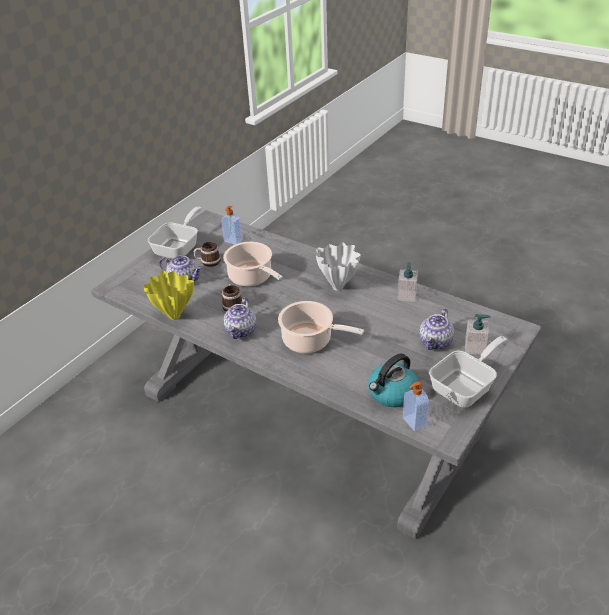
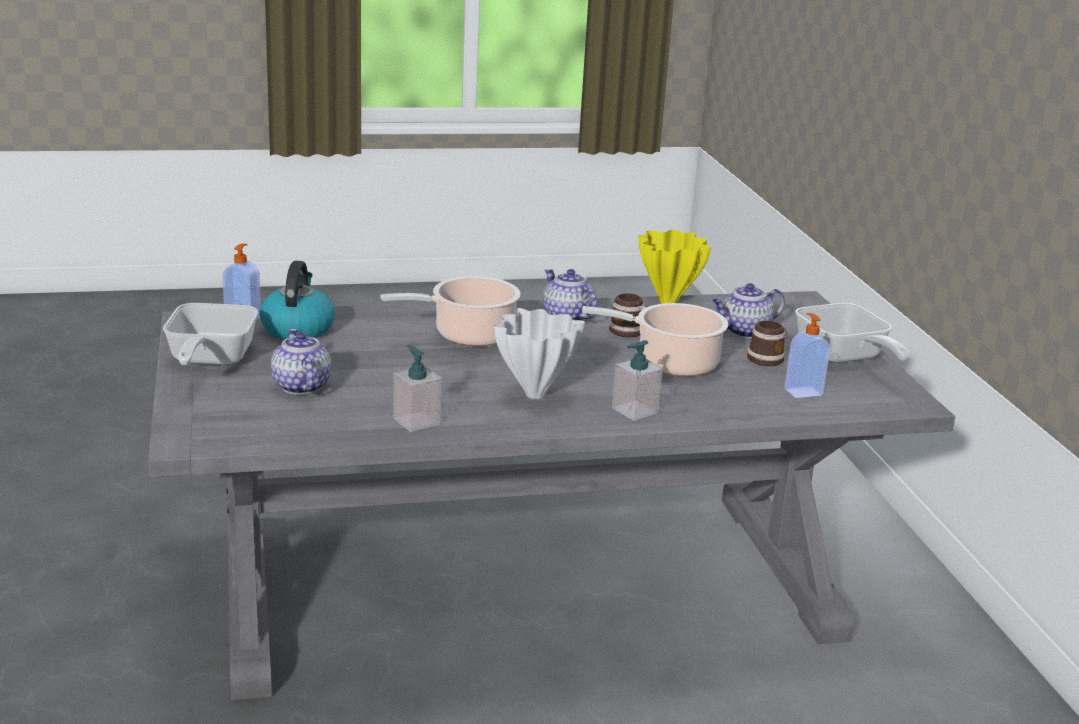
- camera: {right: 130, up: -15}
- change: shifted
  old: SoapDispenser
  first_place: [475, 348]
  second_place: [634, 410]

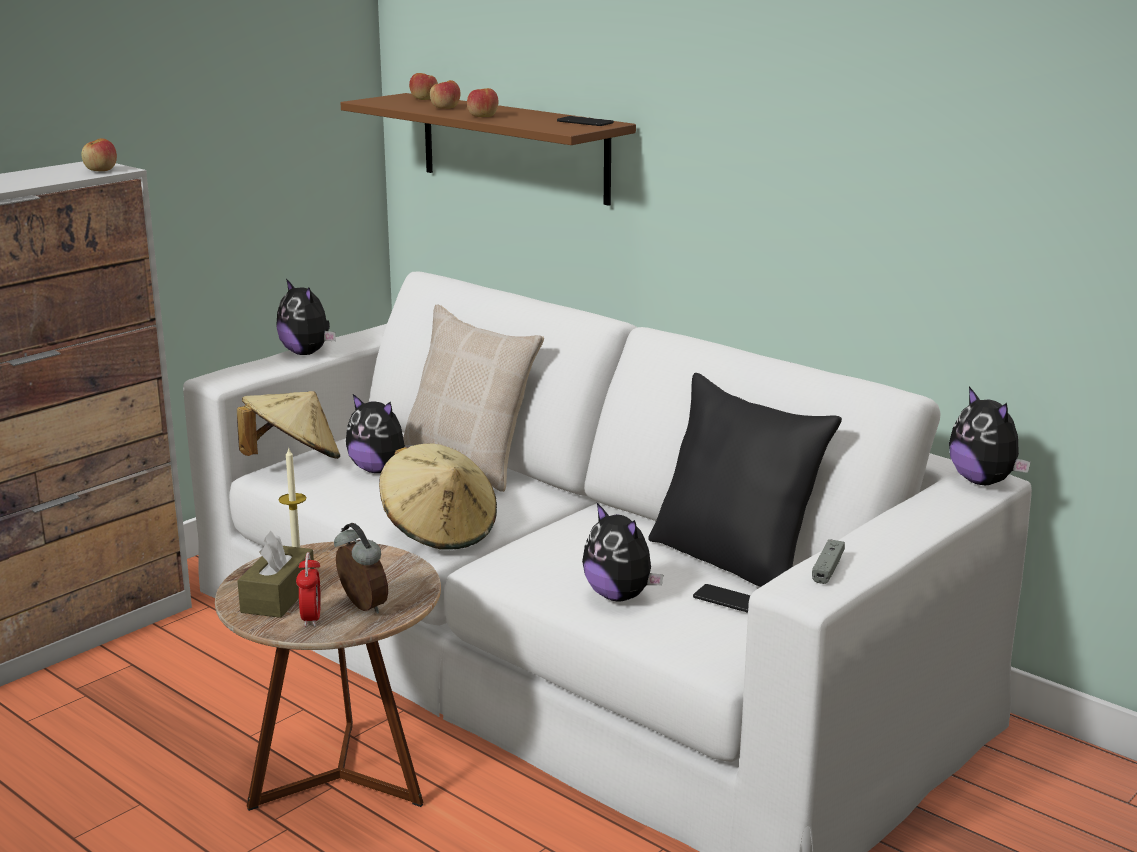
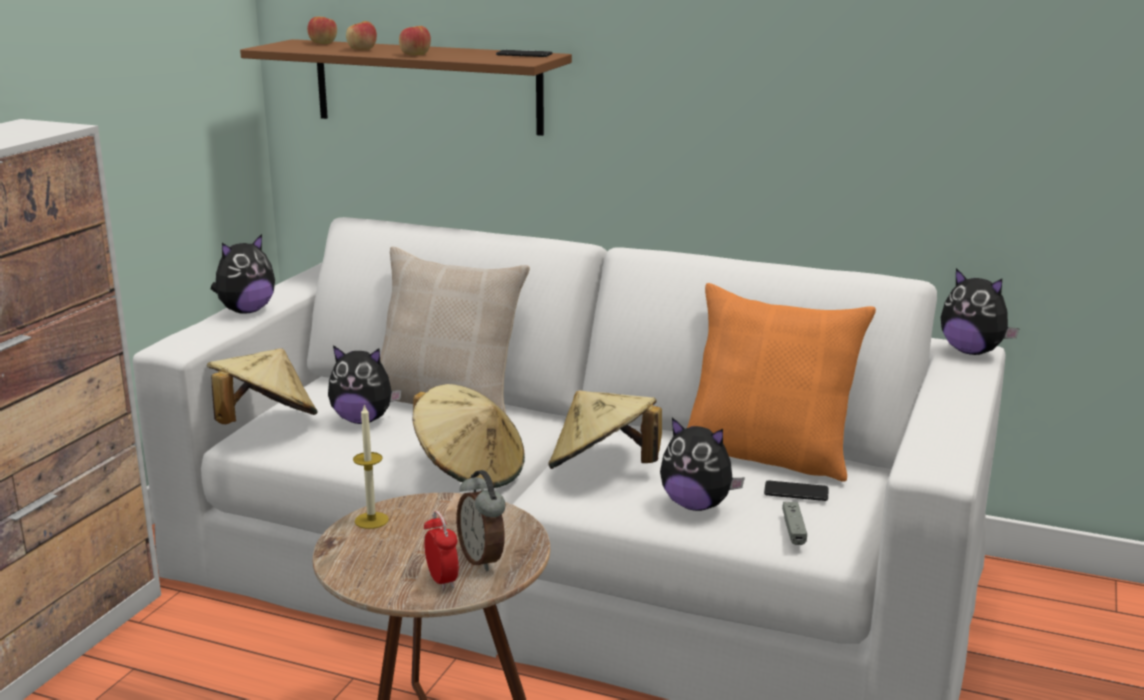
- camera: {right: -20, up: 0}
- change: gone
  old: AppleFruit
  first_place: [101, 170]
- change: rotated
  old: SoftToy
  first_place: [307, 353]
  second_place: [246, 311]
  degrees: -75
- change: repainted
  old: BlackPillow
  new: OrangeColouredPillow
  first_place: [735, 560]
  second_place: [769, 454]
- change: rotated
  old: AlarmClock
  first_place: [361, 607]
  second_place: [483, 559]
  degrees: -150
- change: gone
  old: BrownishTissueHolder
  first_place: [278, 596]
- change: shifted
  old: GreyishGamepad
  first_place: [827, 568]
  second_place: [793, 529]
- change: new
  new: BeigeColouredClothingHat
  second_place: [602, 469]

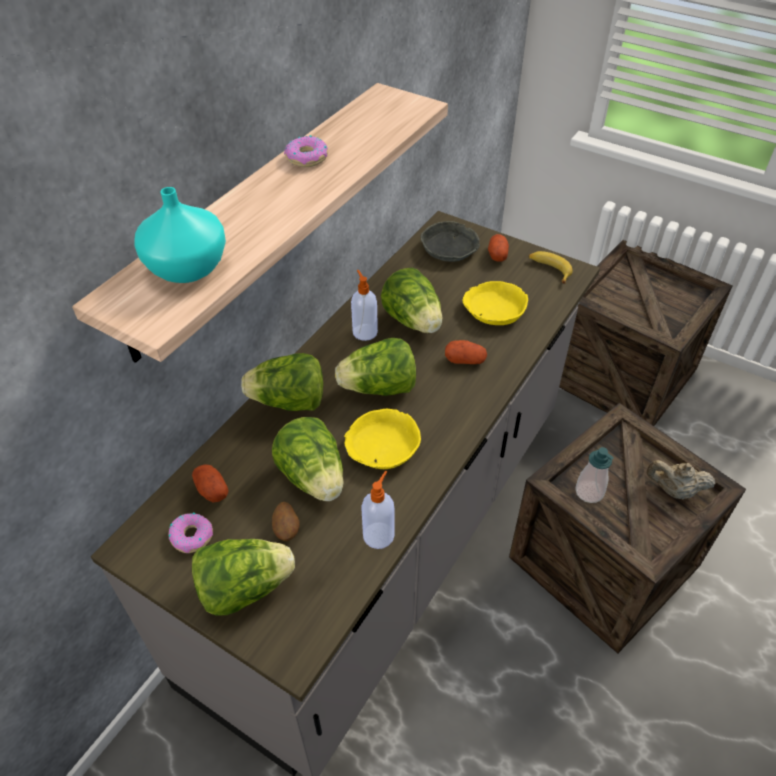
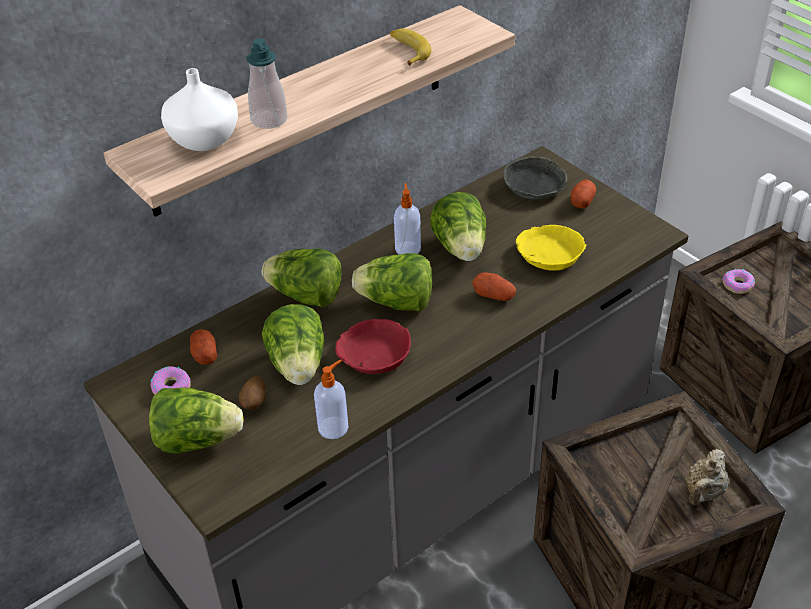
- camera: {right: 20, up: -5}
- change: shifted
  old: Doughnut
  first_place: [307, 158]
  second_place: [738, 285]
- change: repainted
  old: TurquoiseColouredDecorativeVase
  new: WhitishDecorativeVase
  first_place: [189, 268]
  second_place: [205, 140]
- change: shifted
  old: Banana
  first_place: [549, 269]
  second_place: [408, 51]
- change: repainted
  old: YellowColouredDeepDish
  new: RedColouredDeepDish
  first_place: [382, 446]
  second_place: [373, 354]
- change: shifted
  old: SoapDispenser
  first_place: [589, 492]
  second_place: [269, 120]
- change: rotated
  old: BeigeColouredTeaPot
  first_place: [674, 490]
  second_place: [703, 493]
  degrees: -90

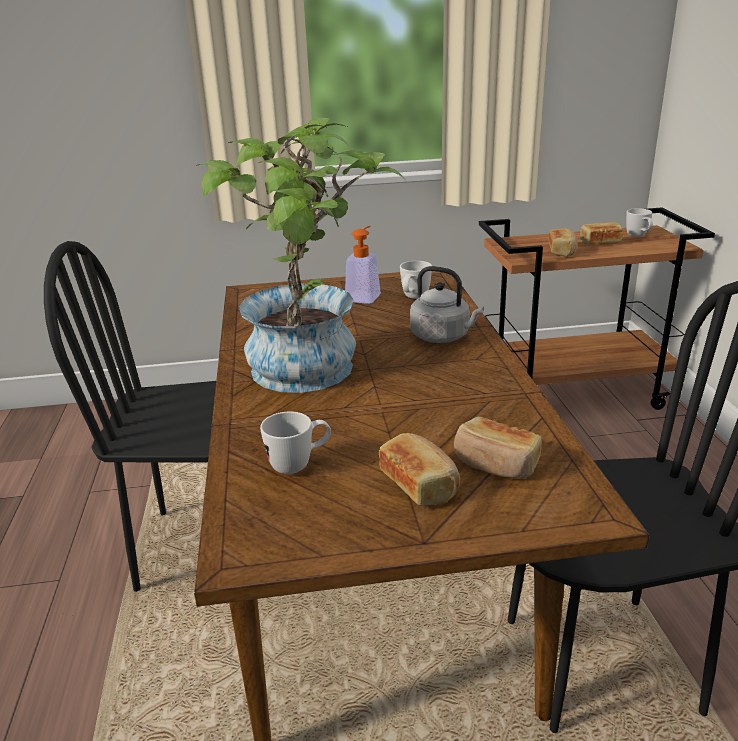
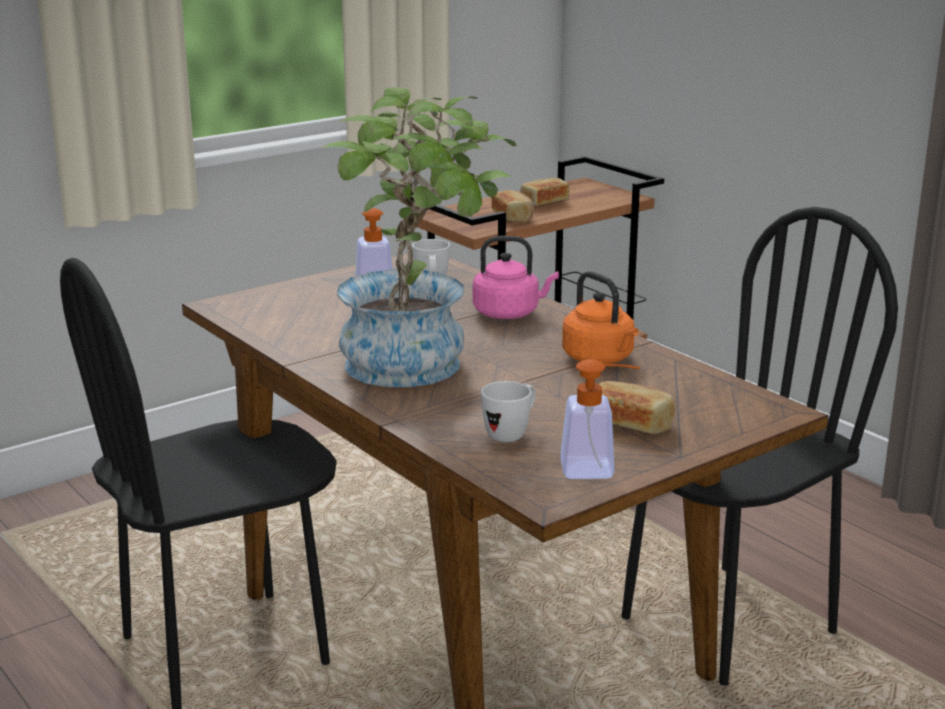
- camera: {right: -30, up: -5}
- change: gone
  old: WhitishCoffeeMug
  first_place: [638, 236]
- change: repainted
  old: GreyishTeaKettle
  new: PinkColouredTeaKettle
  first_place: [443, 337]
  second_place: [509, 313]
- change: gone
  old: Bread
  first_place: [496, 463]
- change: new
  new: OrangeColouredTeaKettle
  second_place: [600, 359]
- change: new
  new: SoapDispenser
  second_place: [598, 469]

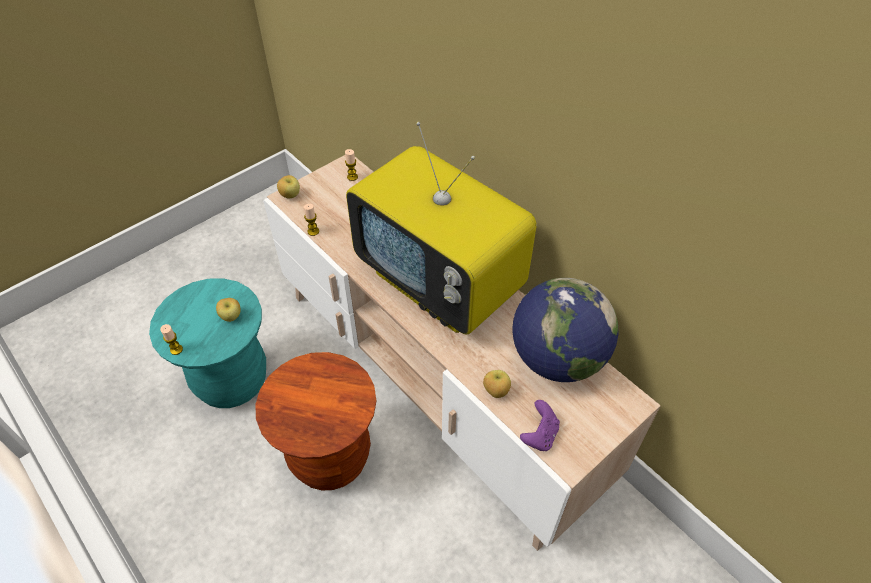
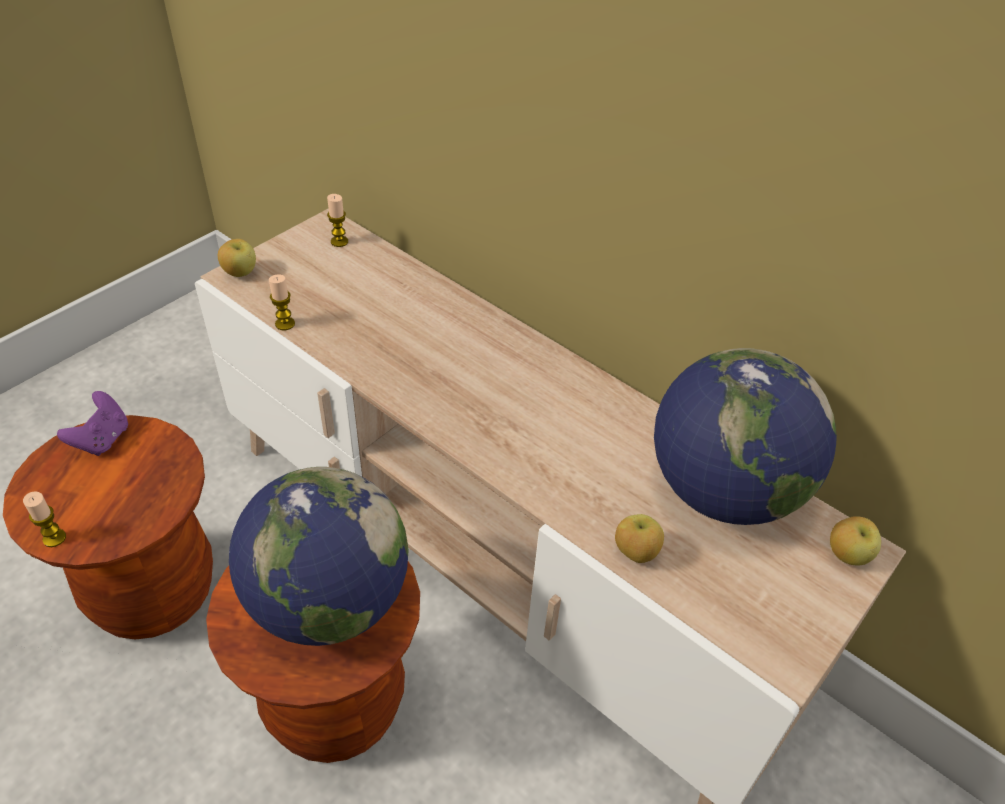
- camera: {right: -10, up: -5}
- change: gone
  old: Tv
  first_place: [442, 283]
- change: repainted
  old: TurquoiseColouredSittingStool
  new: BrownishSittingStool
  first_place: [231, 380]
  second_place: [153, 591]
- change: shifted
  old: AppleFruit
  first_place: [231, 317]
  second_place: [847, 555]
- change: shifted
  old: PurpleGamepad
  first_place: [539, 435]
  second_place: [102, 439]
- change: new
  new: DeskGlobe
  second_place: [328, 601]

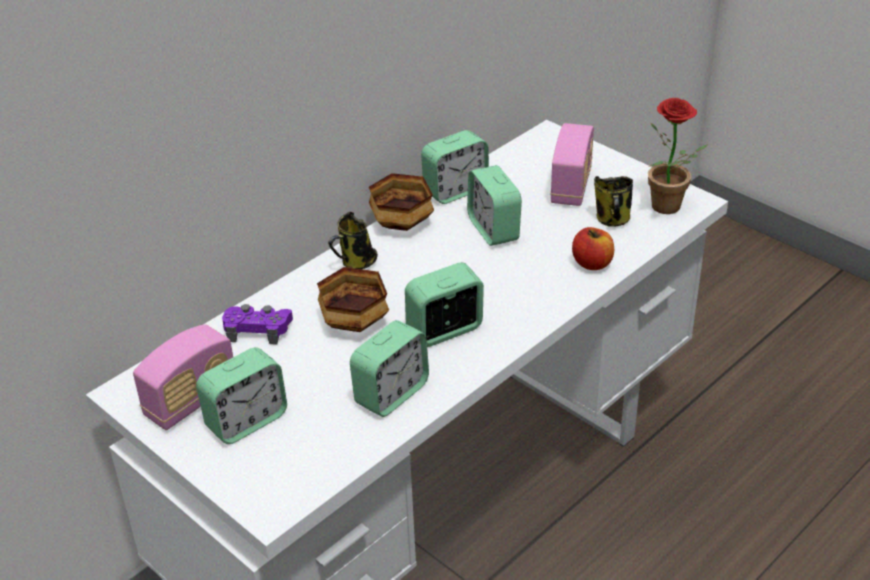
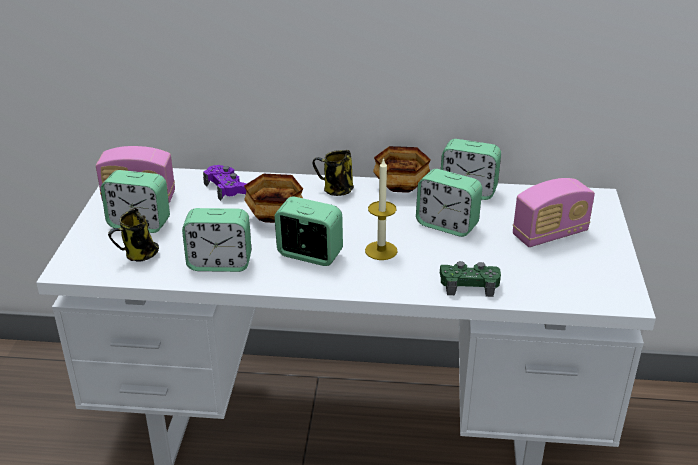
- camera: {right: 50, up: -5}
- change: gone
  old: PlantInAPot
  first_place: [668, 210]
- change: rotated
  old: AlarmClock
  first_place: [493, 229]
  second_place: [447, 225]
  degrees: -90
- change: shifted
  old: CoffeeMug
  first_place: [613, 220]
  second_place: [139, 255]
- change: swapped
  old: AppleFruit
  new: GreenishGamepad
  first_place: [592, 263]
  second_place: [469, 284]
- change: new
  new: WaxLight
  second_place: [381, 250]

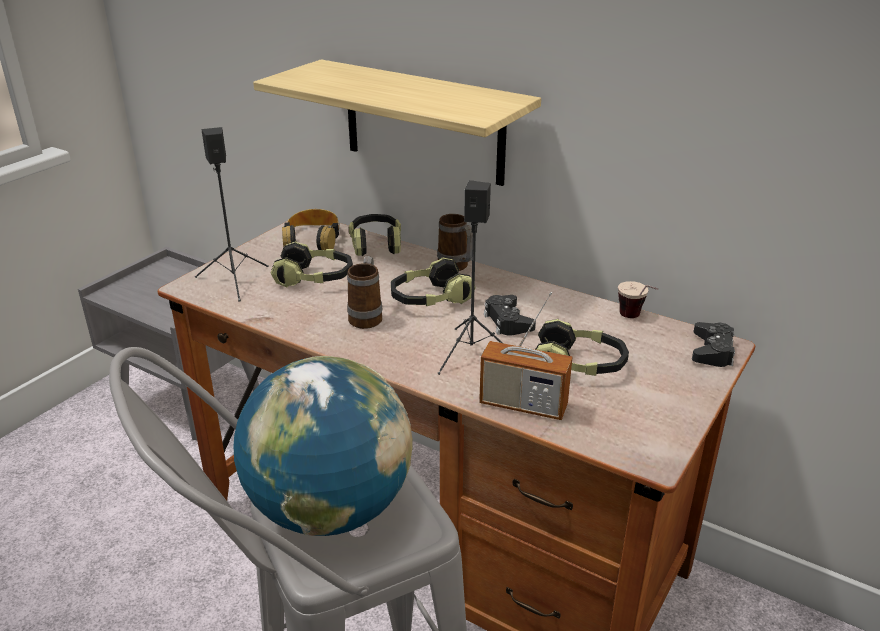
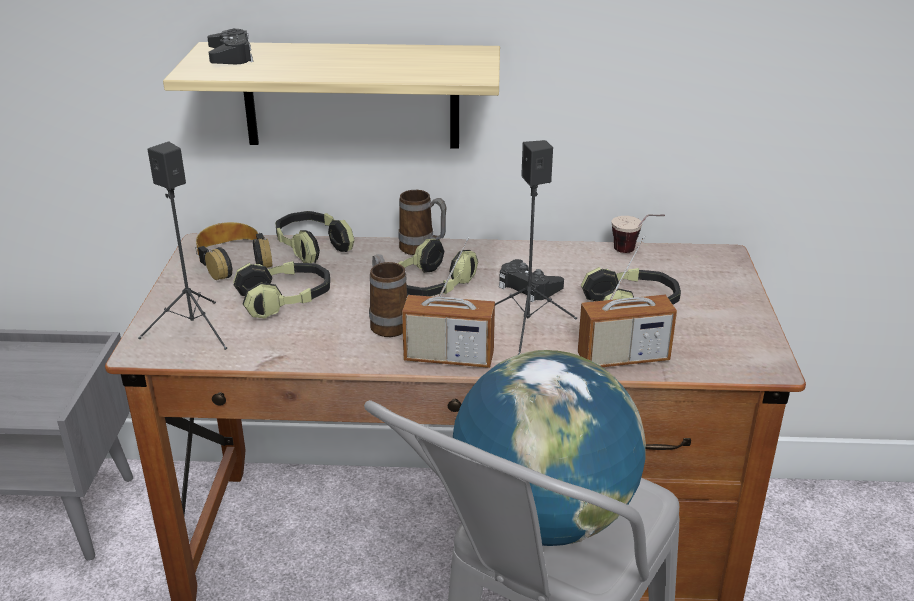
- camera: {right: -30, up: 0}
- change: shifted
  old: BlackGamepad
  first_place: [712, 351]
  second_place: [231, 56]
- change: new
  new: RadioSet
  second_place: [449, 357]

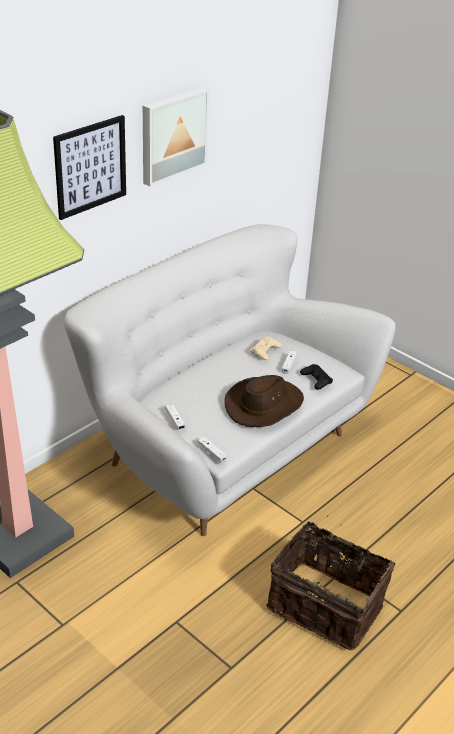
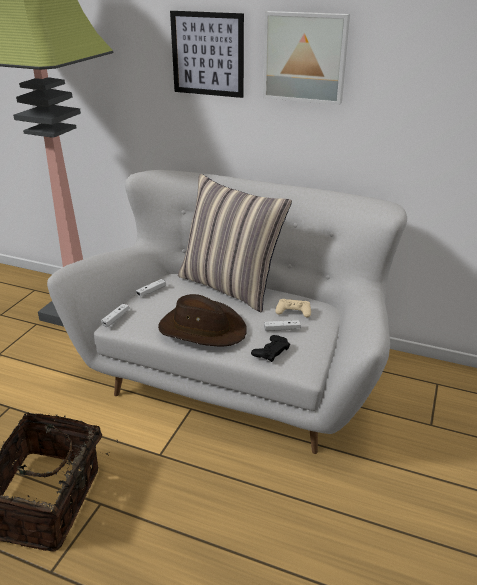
- camera: {right: 70, up: -5}
- change: new
  new: Pillow
  second_place: [230, 286]

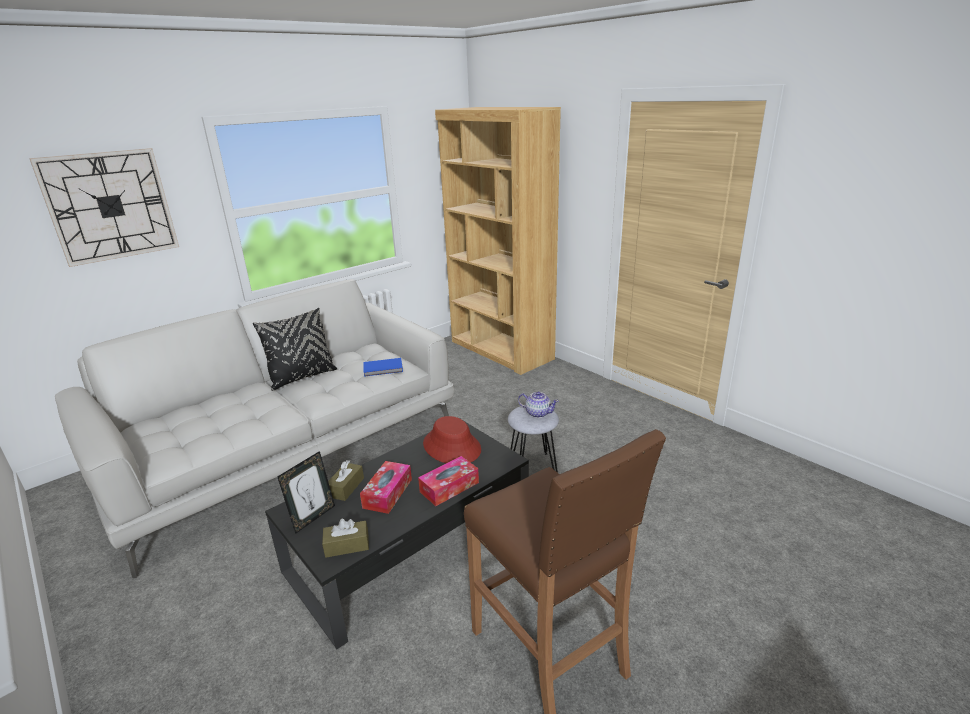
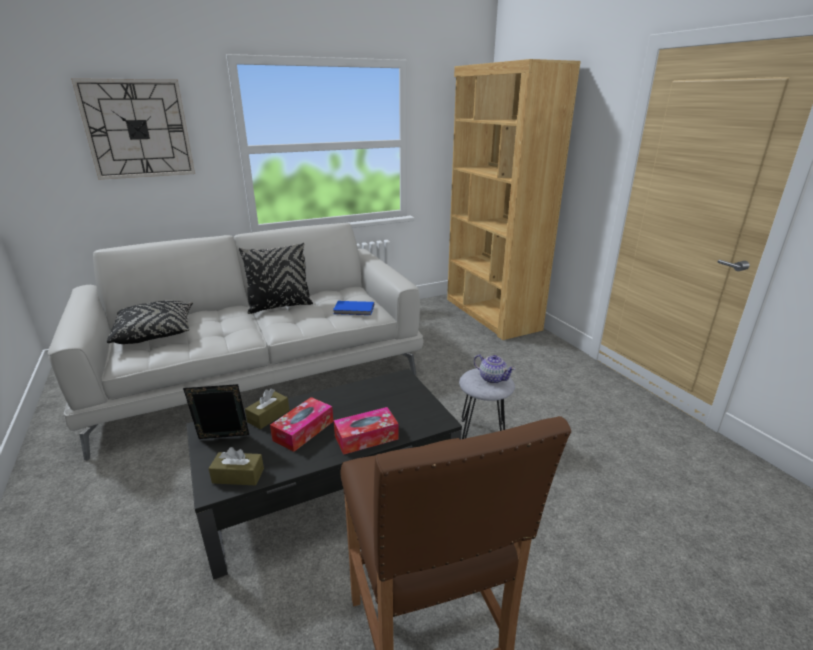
- camera: {right: 15, up: 0}
- change: gone
  old: RedColouredClothingHat
  first_place: [452, 447]
- change: rotated
  old: PhotoFrame
  first_place: [313, 517]
  second_place: [223, 439]
  degrees: -150
- change: new
  new: BlackPillow
  second_place: [156, 333]

